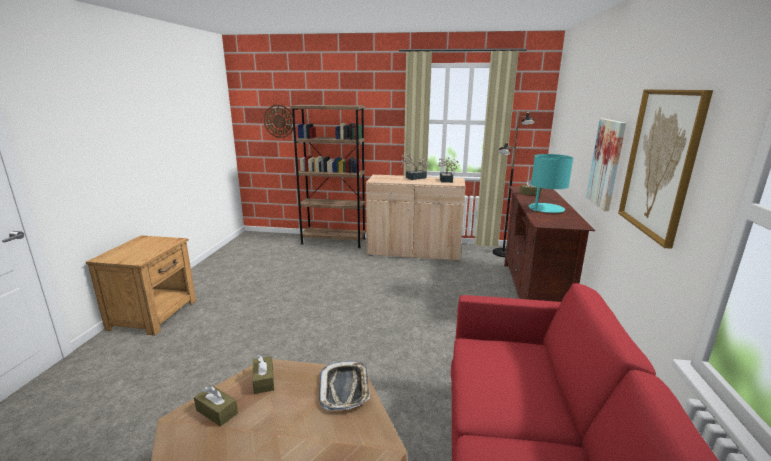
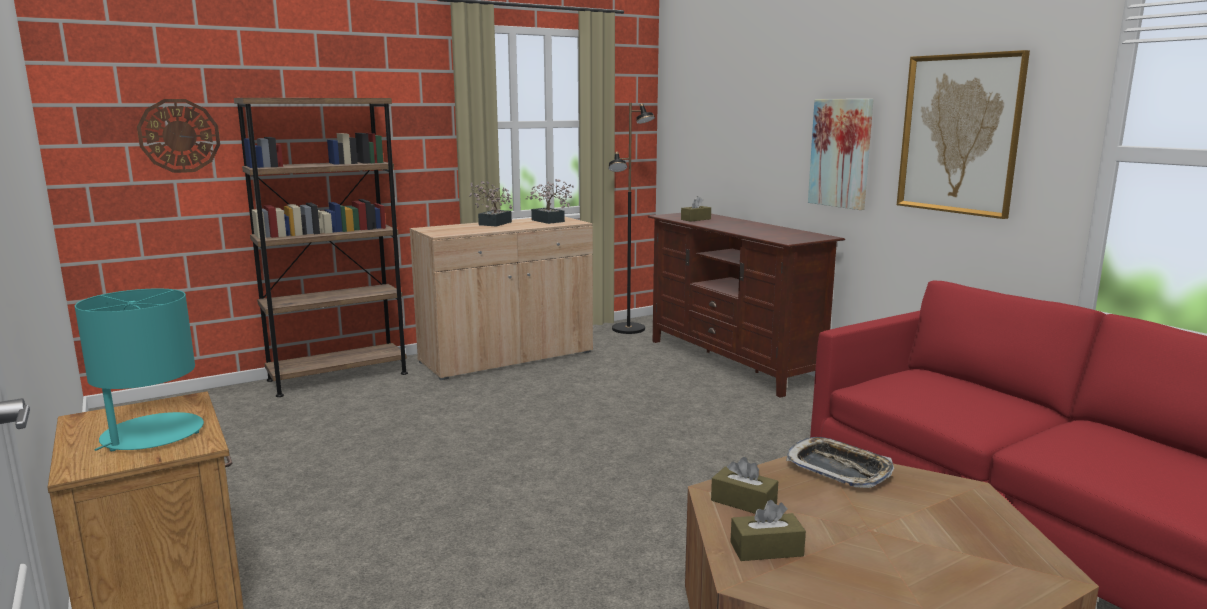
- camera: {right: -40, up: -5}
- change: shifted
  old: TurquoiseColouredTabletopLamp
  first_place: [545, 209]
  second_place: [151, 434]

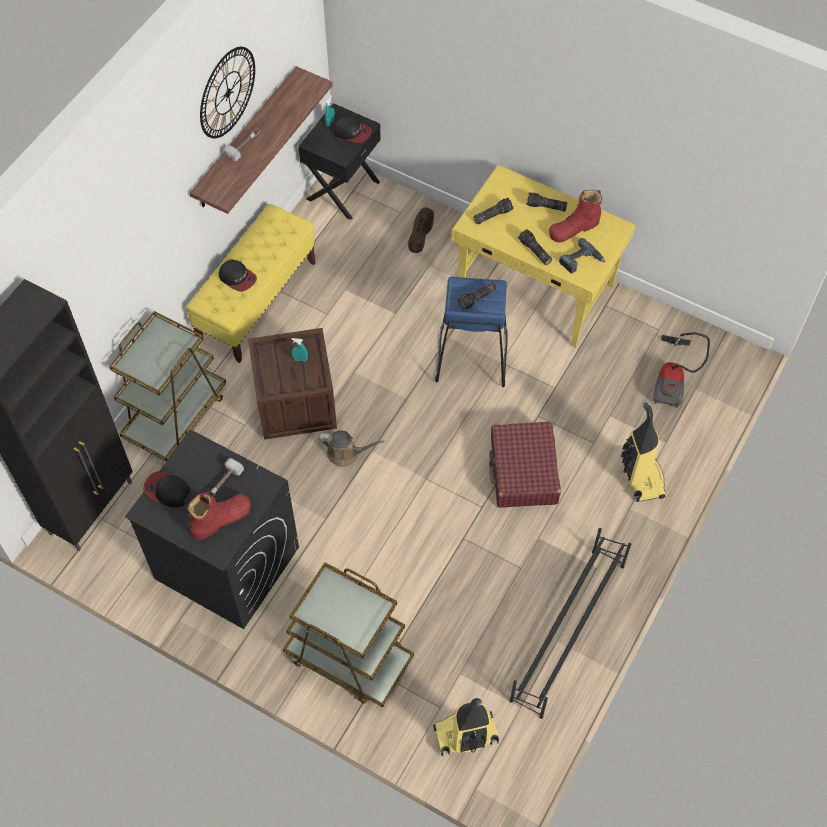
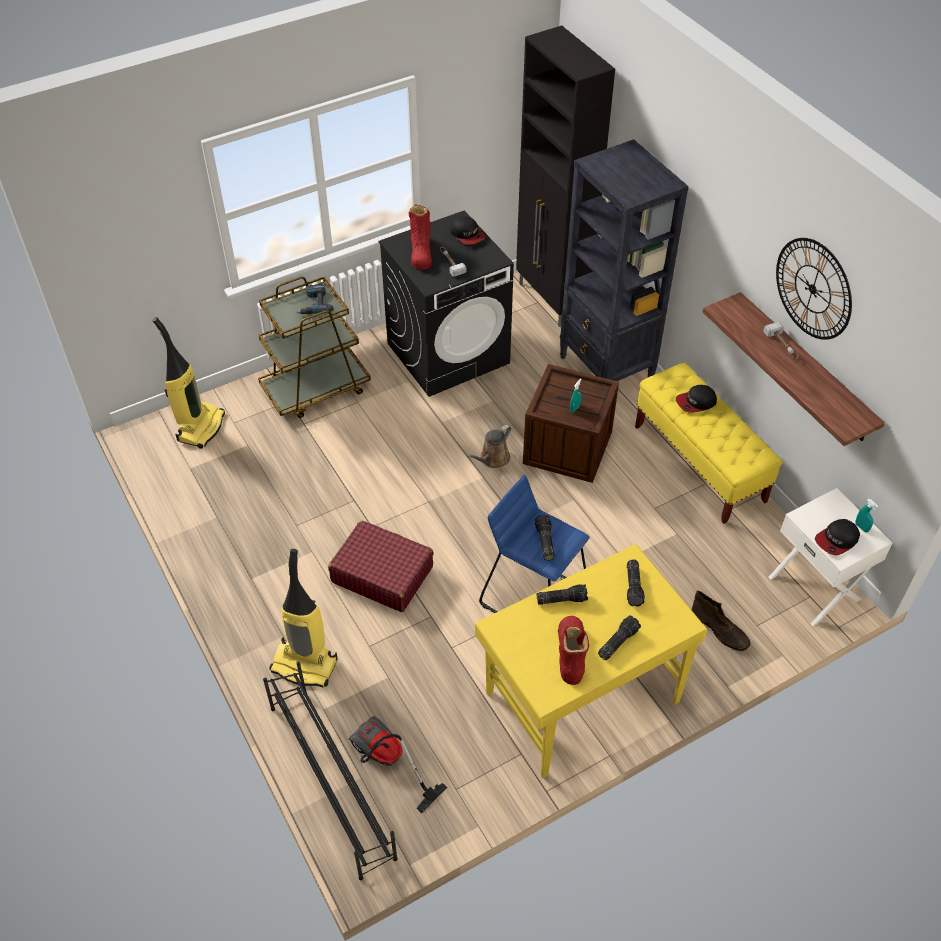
- camera: {right: 120, up: -10}
- change: repainted
  old: BlackBedsideTable
  new: WhitishBedsideTable
  first_place: [342, 190]
  second_place: [815, 587]
- change: shifted
  old: ElectricDrill
  first_place: [581, 261]
  second_place: [314, 304]
- change: swapped
  old: BrownishCart
  new: BlackBookcase
  first_place: [176, 415]
  second_place: [606, 370]
- change: rotated
  old: PeakedCap
  first_place: [167, 491]
  second_place: [467, 235]
  degrees: 90
- change: shifted
  old: BlackShoeStand
  first_place: [567, 632]
  second_place: [331, 779]

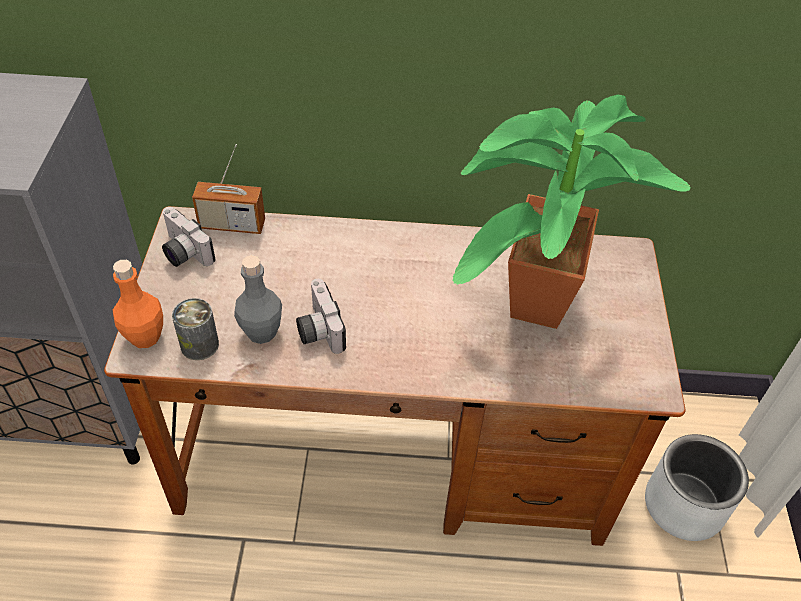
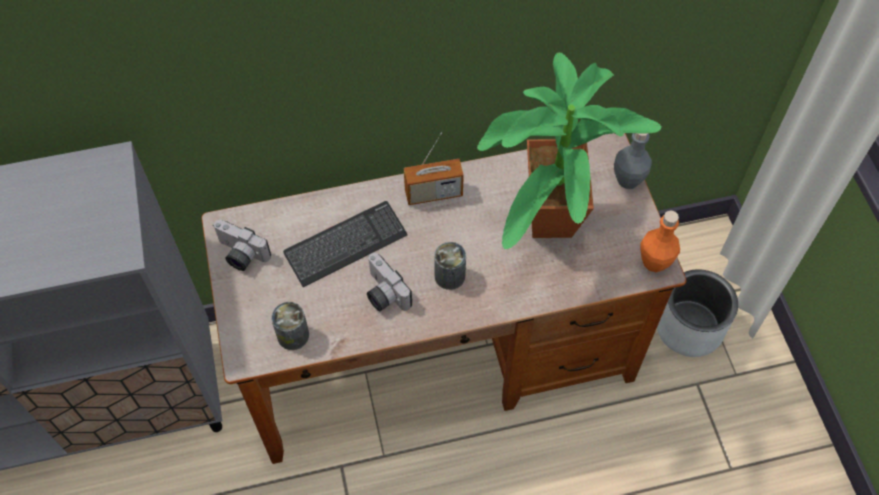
- camera: {right: -15, up: 10}
- change: shifted
  old: RadioSet
  first_place: [232, 225]
  second_place: [433, 193]
- change: shifted
  old: GreyishDrinkBottle
  first_place: [261, 332]
  second_place: [628, 179]
- change: shifted
  old: OrangeColouredDrinkBottle
  first_place: [145, 337]
  second_place: [654, 262]
- change: new
  new: ComputerKeyboard
  second_place: [345, 245]
- change: new
  new: MetalCan
  second_place: [449, 276]

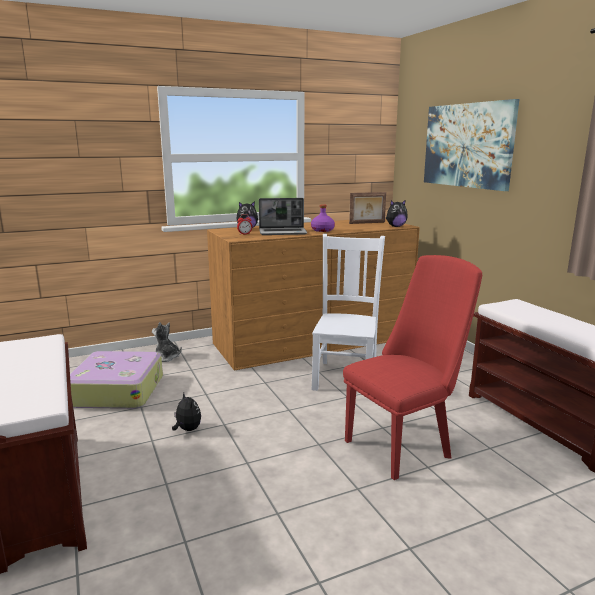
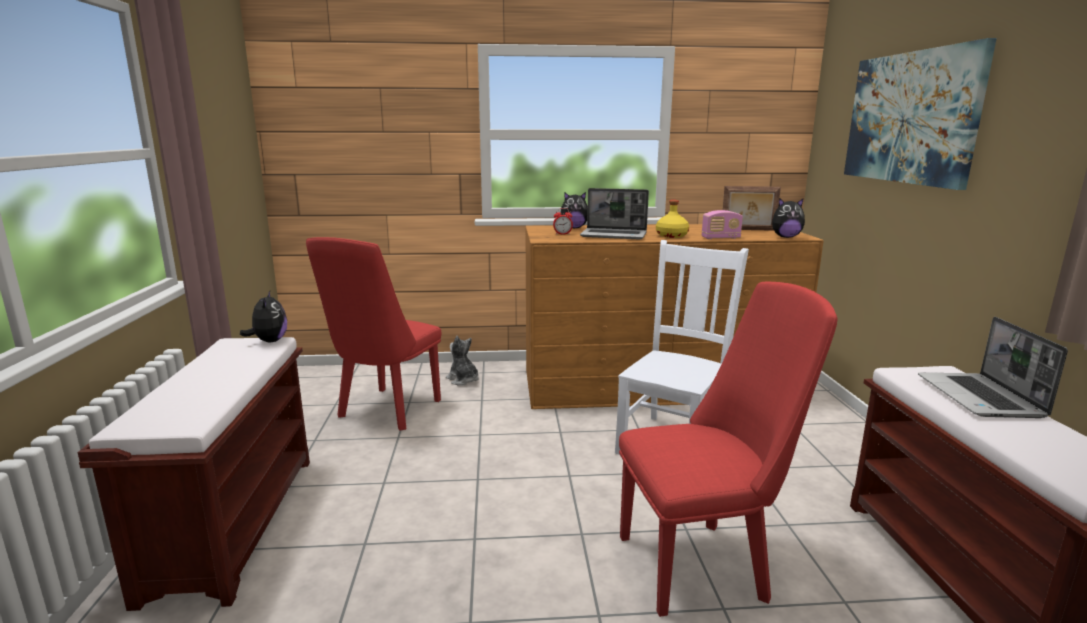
- camera: {right: 20, up: 0}
- change: repainted
  old: PurpleDrinkBottle
  new: YellowColouredDrinkBottle
  first_place: [322, 230]
  second_place: [671, 235]
- change: swapped
  old: TravelCase
  new: RedColouredUprightChair
  first_place: [117, 390]
  second_place: [385, 412]
- change: shifted
  old: SoftToy
  first_place: [187, 429]
  second_place: [269, 341]
- change: new
  new: RadioSet
  second_place: [720, 238]
- change: new
  new: Laptop
  second_place: [981, 397]

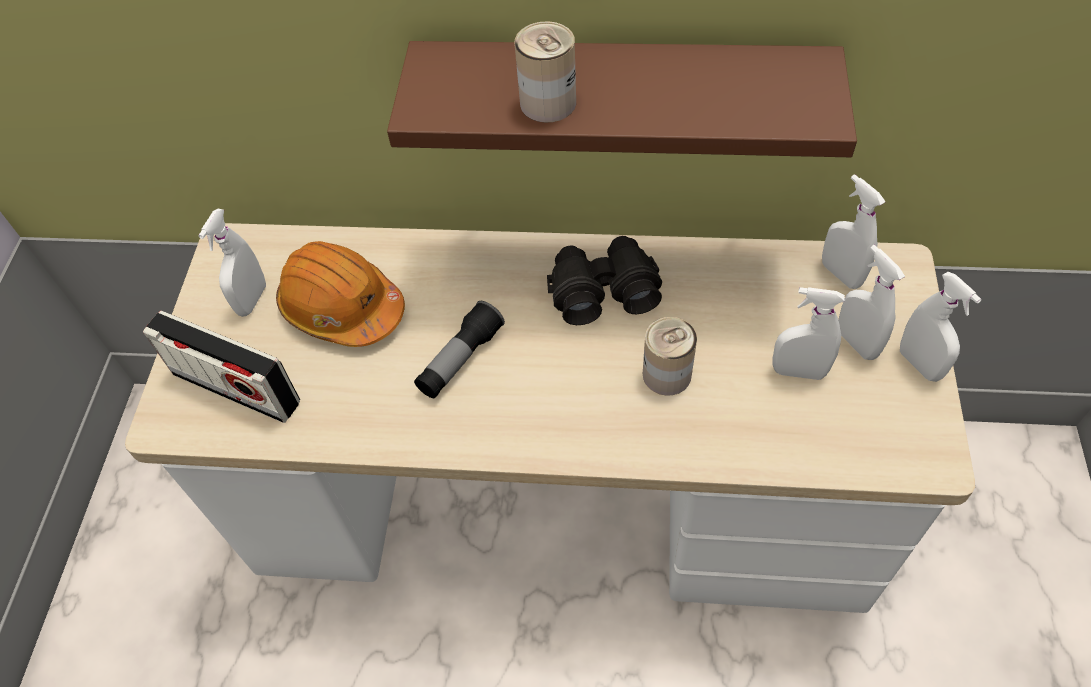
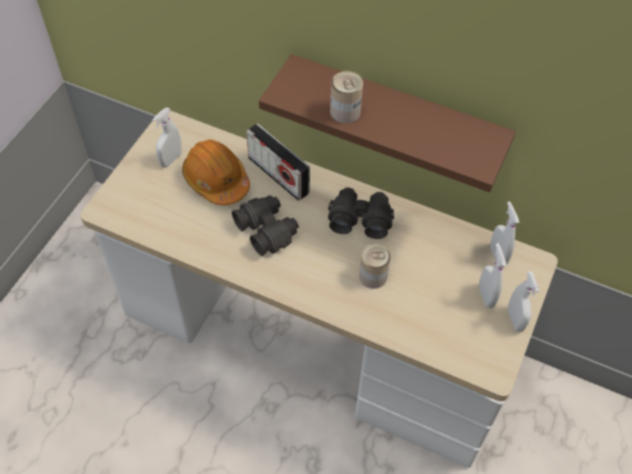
- camera: {right: 15, up: 0}
- change: gone
  old: WhitishSprayer
  first_place: [798, 371]
- change: swapped
  old: Torch
  new: BlackPairOfBinoculars
  first_place: [460, 359]
  second_place: [266, 230]
- change: shifted
  old: RadioSet
  first_place: [236, 388]
  second_place: [278, 175]

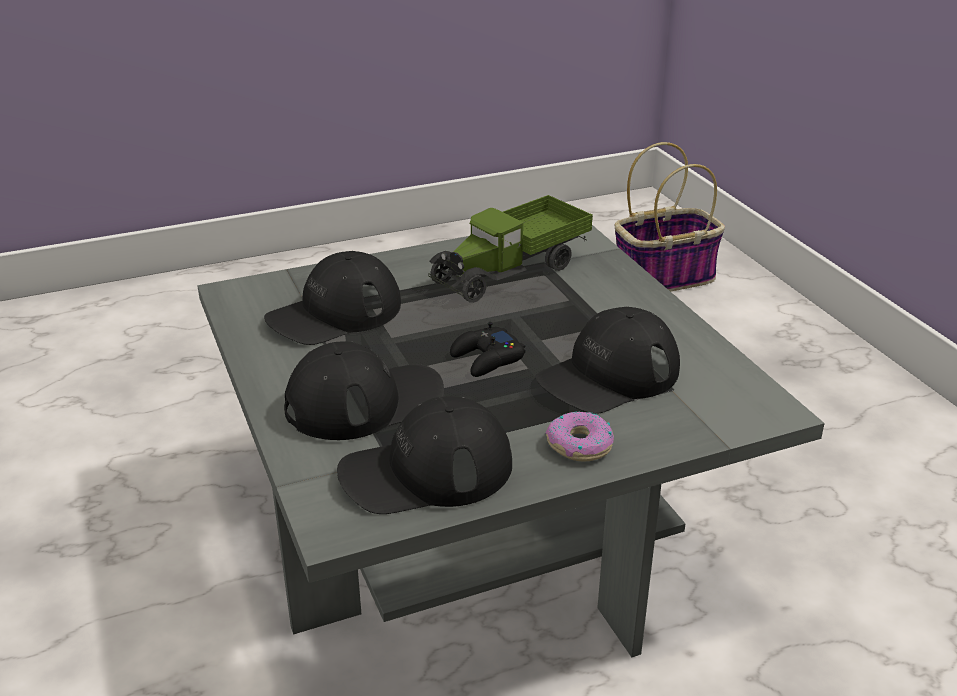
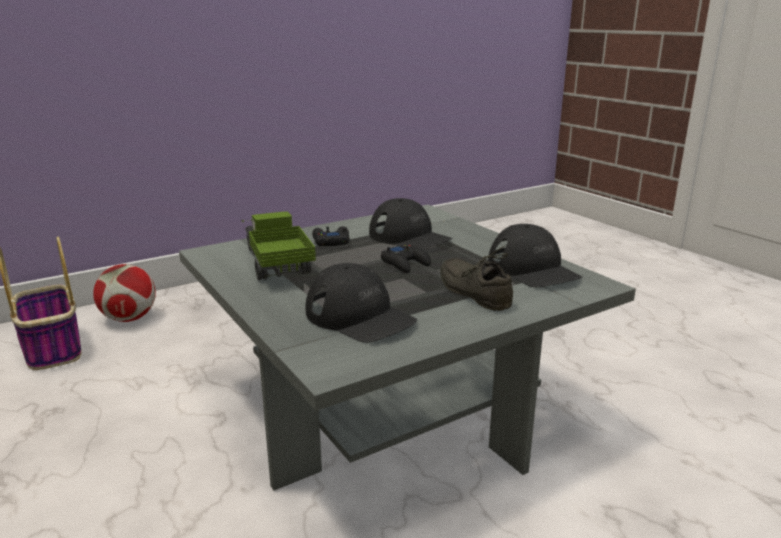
- camera: {right: -100, up: -10}
- change: rotated
  old: ModelTruck
  first_place: [511, 270]
  second_place: [276, 265]
  degrees: -150
- change: swapped
  old: BlackPeakedCap
  new: GreyishShoe
  first_place: [365, 401]
  second_place: [476, 292]
- change: gone
  old: Doughnut
  first_place: [579, 445]
- change: new
  new: BlackGamepad
  second_place: [331, 242]
- change: new
  new: Football
  second_place: [129, 318]

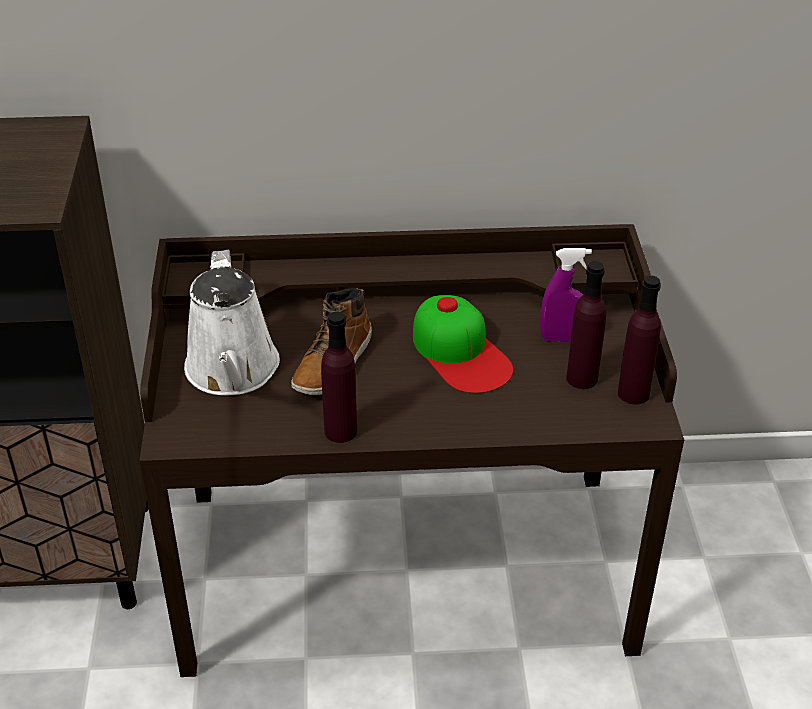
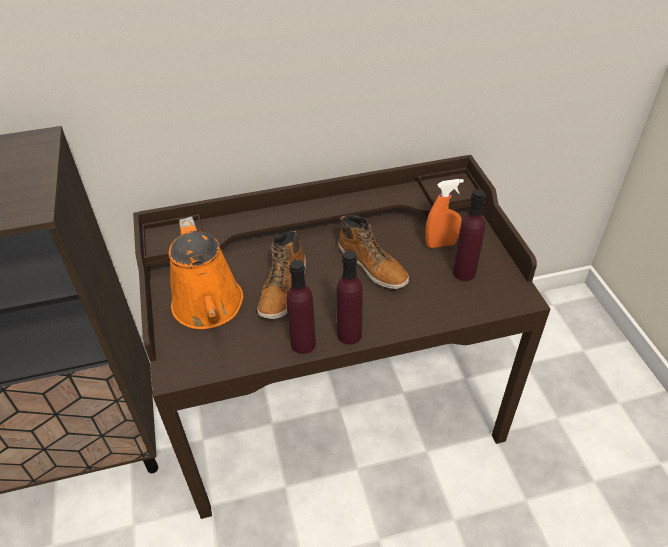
- camera: {right: -10, up: 5}
- change: repainted
  old: PurpleSprayer
  new: OrangeColouredSprayer
  first_place: [562, 338]
  second_place: [440, 244]
- change: repainted
  old: WhitishWateringPot
  new: OrangeColouredWateringPot
  first_place: [232, 372]
  second_place: [209, 308]
- change: shifted
  old: PurpleDrinkBottle
  first_place: [633, 393]
  second_place: [349, 334]
- change: swapped
  old: PeakedCap
  new: Boot
  first_place: [460, 352]
  second_place: [373, 266]

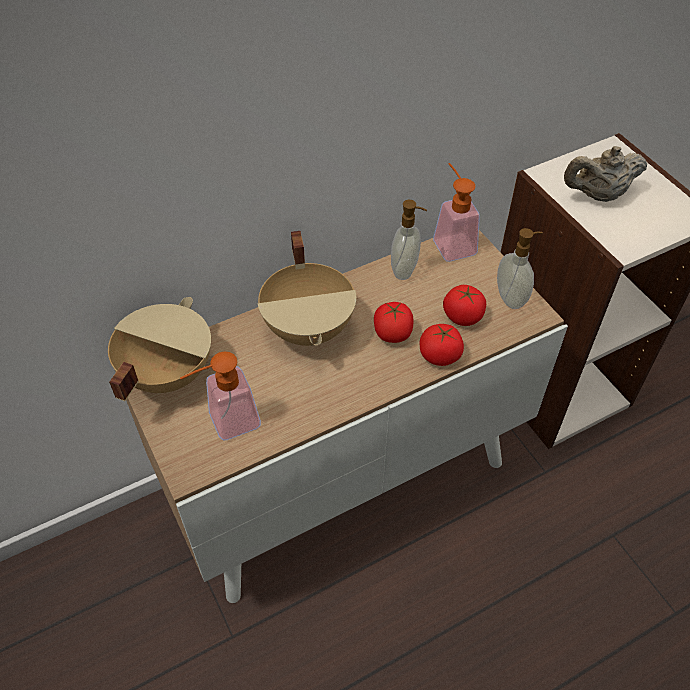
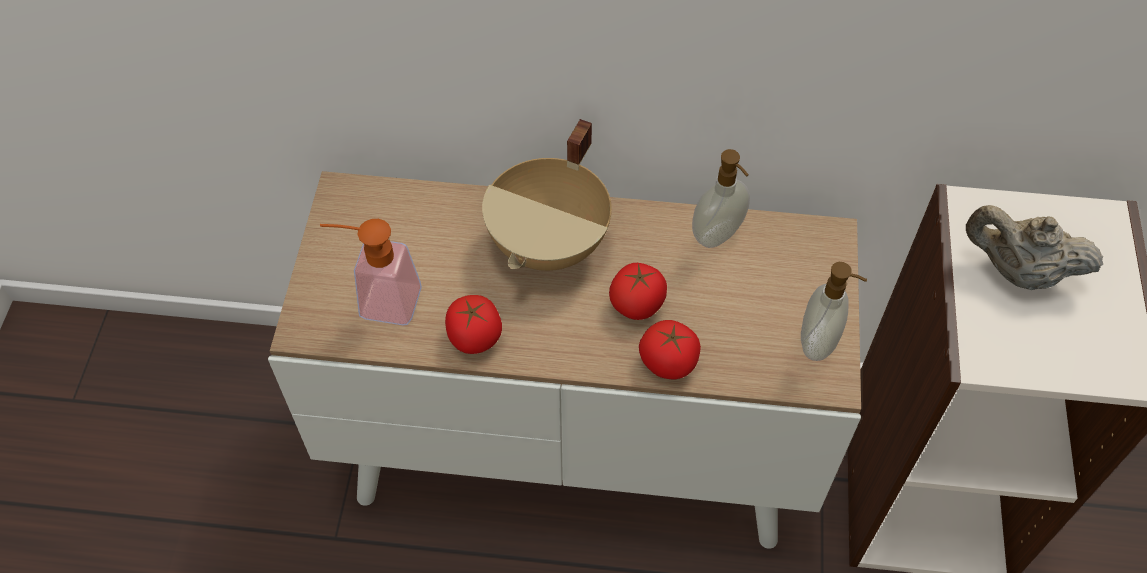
- camera: {right: 35, up: 5}
- change: gone
  old: SoapDispenser
  first_place: [451, 242]
- change: shifted
  old: FreshTomato
  first_place: [462, 316]
  second_place: [474, 336]
- change: gone
  old: BeigeColouredCookingPot
  first_place: [166, 373]

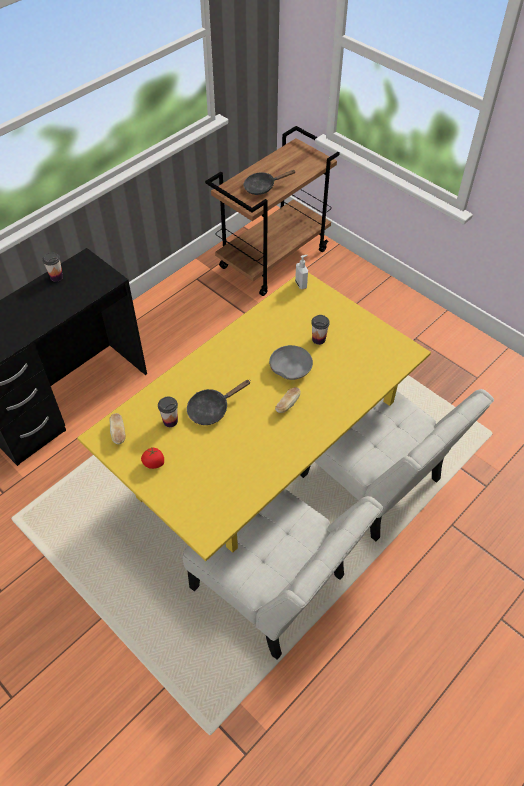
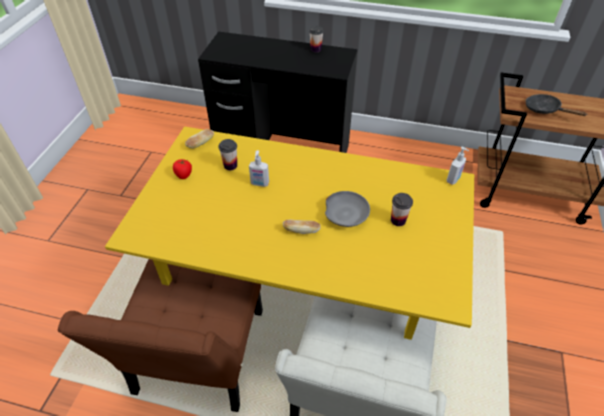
- camera: {right: 60, up: -5}
- change: swapped
  old: BlackSkillet
  new: SoapDispenser
  first_place: [212, 409]
  second_place: [259, 184]
- change: repainted
  old: WhitishUprightChair
  new: BrownishUprightChair
  first_place: [274, 588]
  second_place: [197, 358]

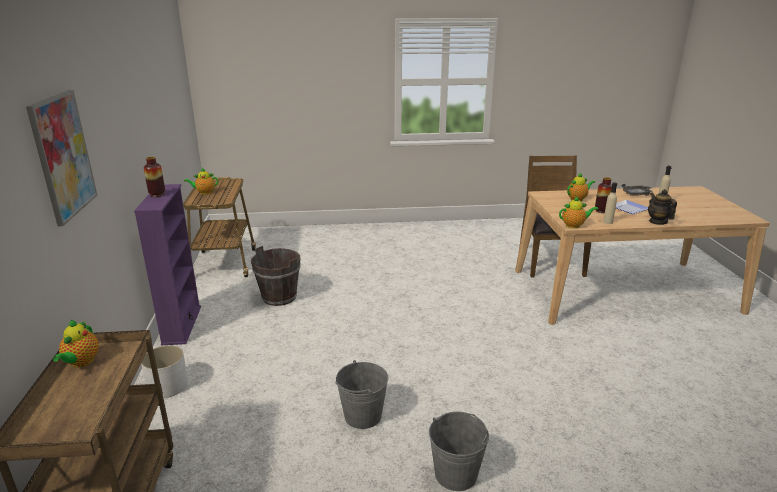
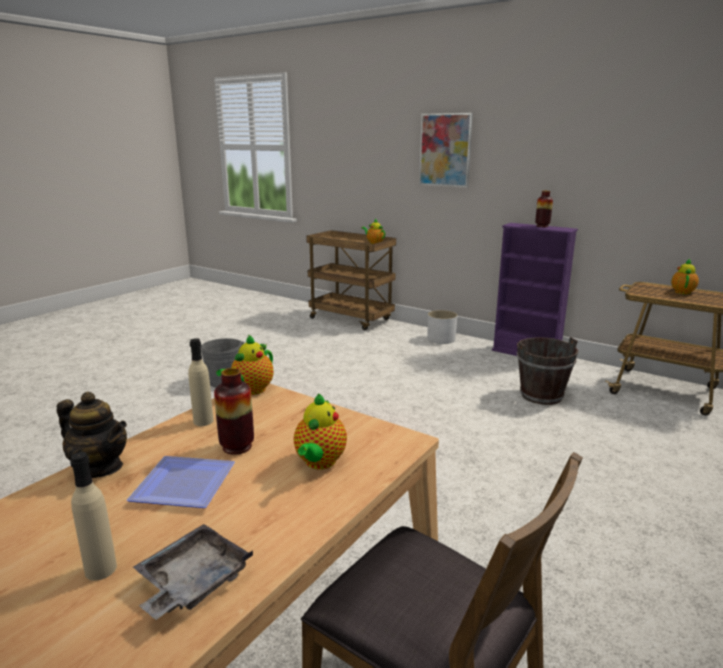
- camera: {right: 130, up: -5}
- change: gone
  old: GreyishBucket
  first_place: [362, 415]

